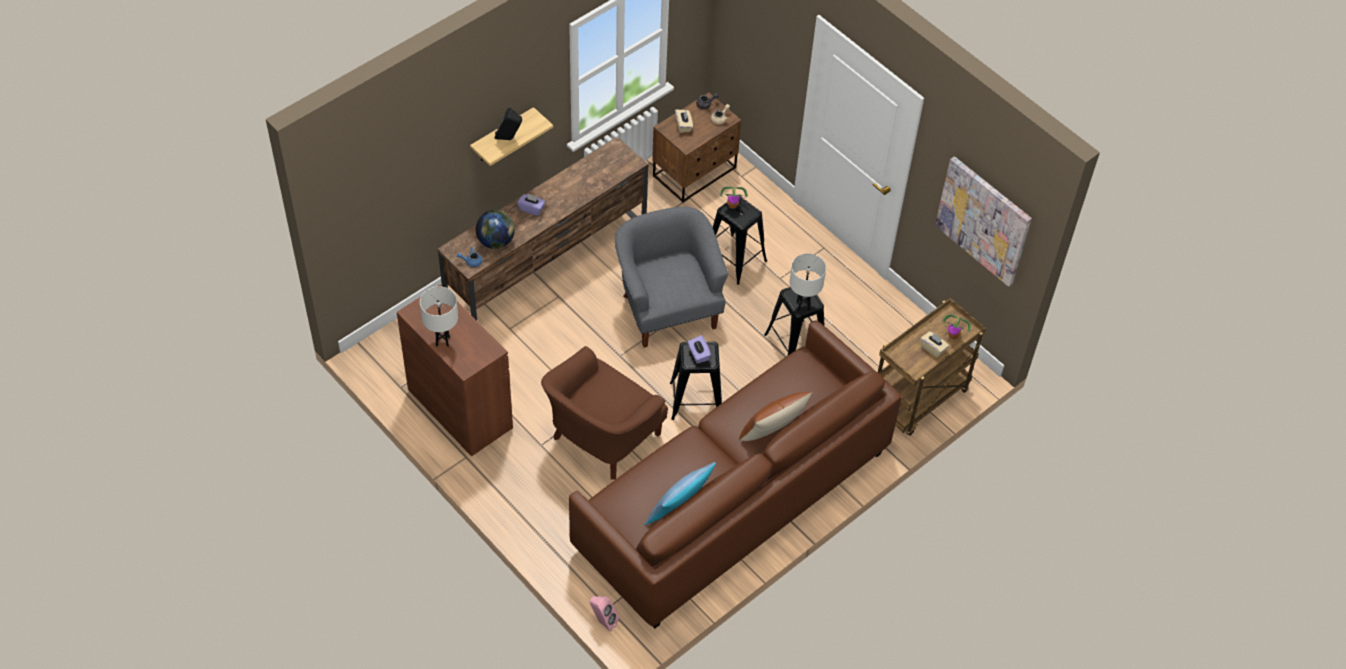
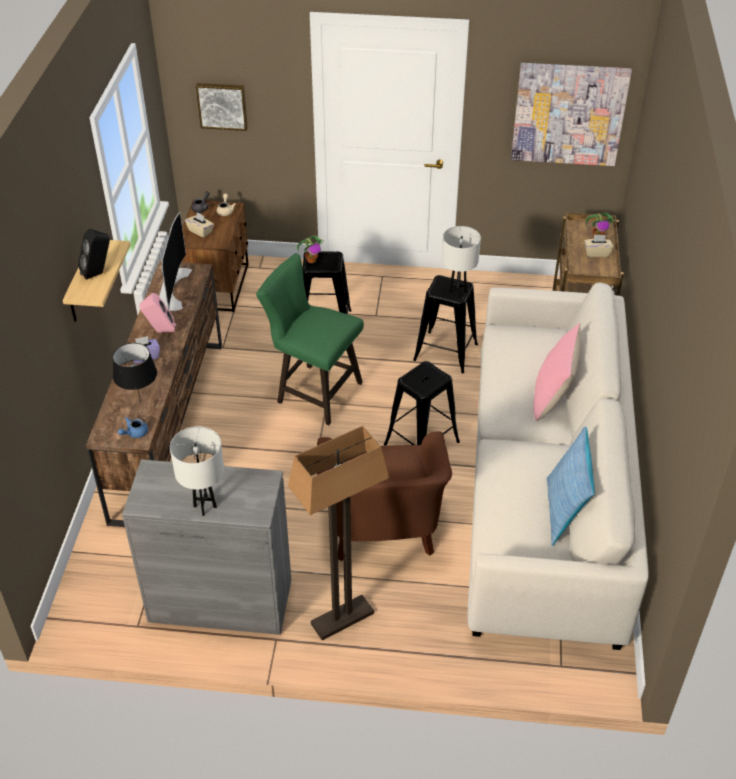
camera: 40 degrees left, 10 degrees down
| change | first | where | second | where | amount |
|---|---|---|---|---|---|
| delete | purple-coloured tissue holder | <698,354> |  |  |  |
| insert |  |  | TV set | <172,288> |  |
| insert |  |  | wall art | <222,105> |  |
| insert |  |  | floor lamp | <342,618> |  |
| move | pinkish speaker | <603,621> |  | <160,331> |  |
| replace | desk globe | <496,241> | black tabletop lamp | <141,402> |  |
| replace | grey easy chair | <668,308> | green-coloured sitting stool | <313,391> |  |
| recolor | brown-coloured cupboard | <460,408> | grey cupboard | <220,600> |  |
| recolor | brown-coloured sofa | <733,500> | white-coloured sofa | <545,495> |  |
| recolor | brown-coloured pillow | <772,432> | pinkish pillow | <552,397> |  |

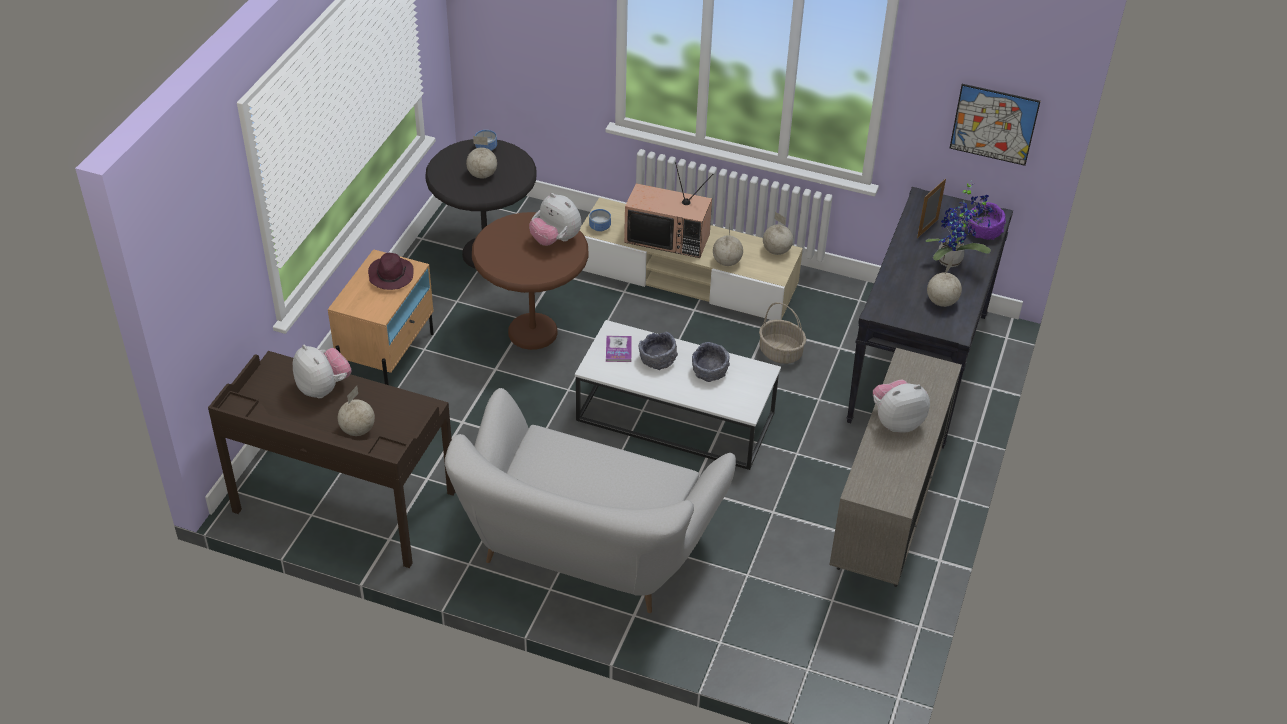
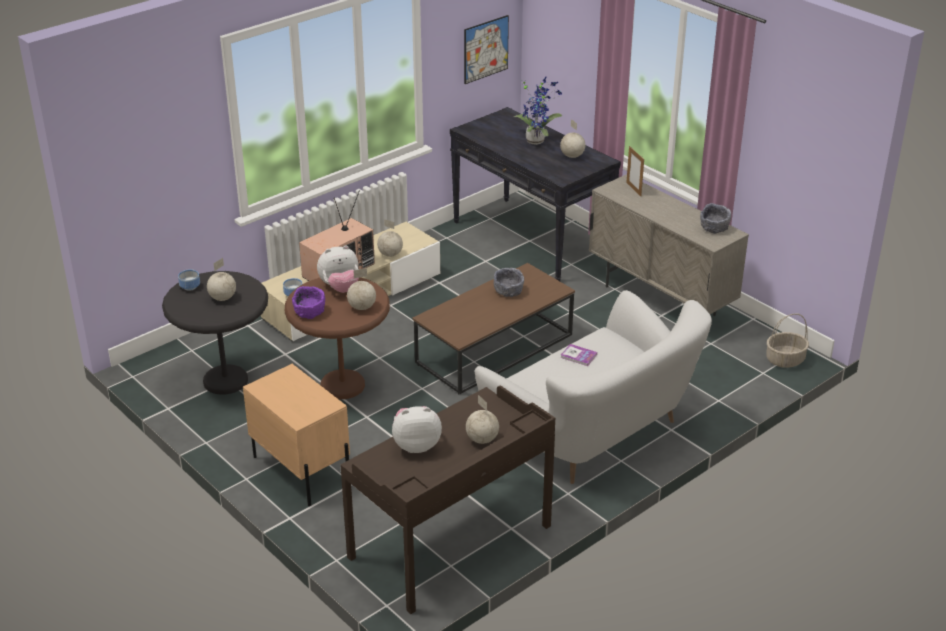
camera: 60 degrees left, 10 degrees down
| change | first | where | second | where | amount |
|---|---|---|---|---|---|
| delete | purple-coloured clothing hat | <390,275> |  |  |  |
| delete | plush toy | <896,422> |  |  |  |
| move | volume | <618,350> |  | <578,356> |  |
| move | grey serving bowl | <657,360> |  | <714,228> |  |
| move | storage basket | <780,352> |  | <784,360> |  |
| move | desk globe | <776,251> |  | <362,307> |  |
| move | standing frame | <927,228> |  | <633,189> |  |
| move | purple-coloured serving bowl | <984,232> |  | <310,312> |  |
| recolor | white-coloured coffee table | <675,417> | brown-coloured coffee table | <494,349> |  |

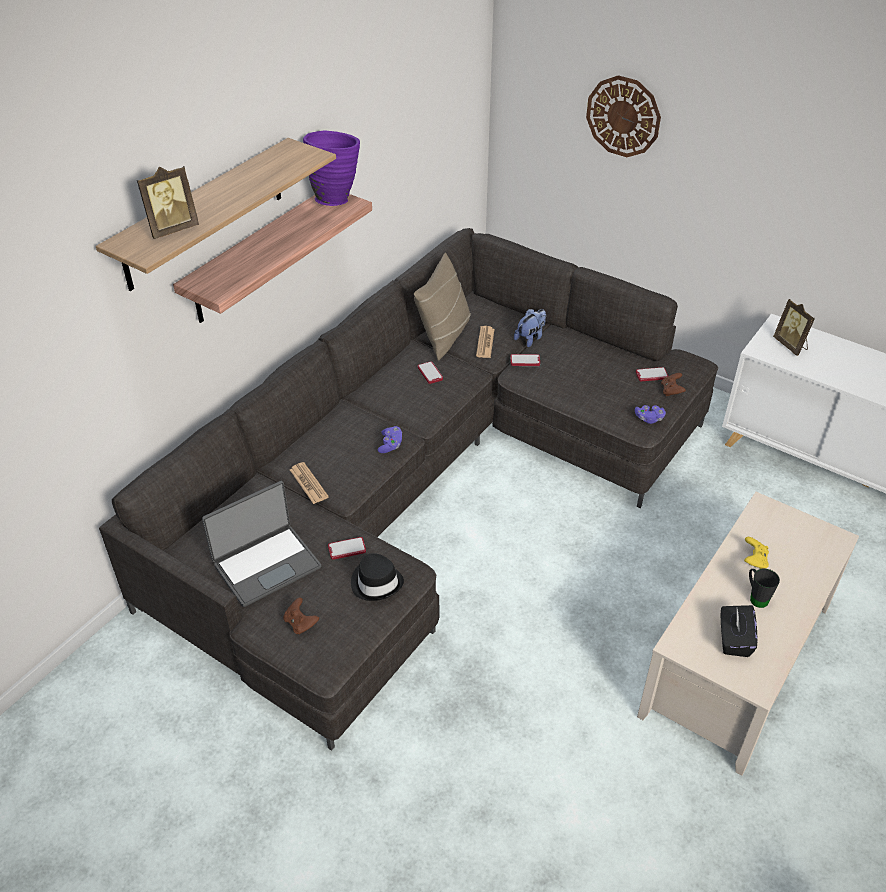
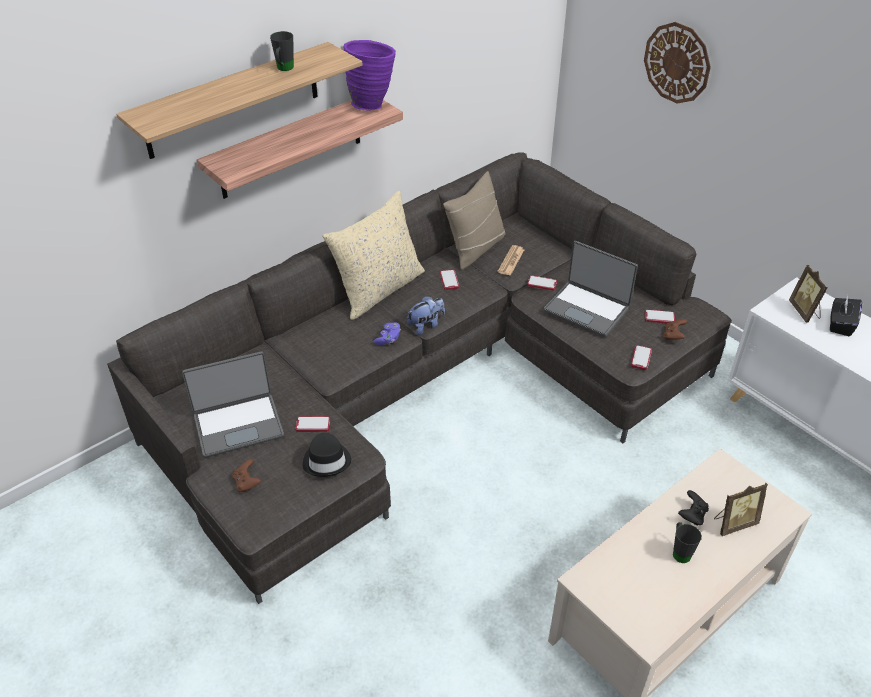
camera: 15 degrees right, 0 degrees up
| change | first | where | second | where | amount |
|---|---|---|---|---|---|
| delete | daily paper | <308,483> |  |  |  |
| insert |  |  | black tea mug | <284,69> |  |
| insert |  |  | sand-coloured pillow | <379,290> |  |
| insert |  |  | notebook computer | <587,309> |  |
| move | standing frame | <172,229> |  | <733,523> |  |
| move | plush toy | <530,338> |  | <426,325> |  |
| move | black tissue holder | <734,640> |  | <840,324> |  |
| replace | purple-coloured joypad | <649,418> | phone | <641,358> |  |
| recolor | yellowish joypad | <754,560> | black joypad | <692,515> |  |

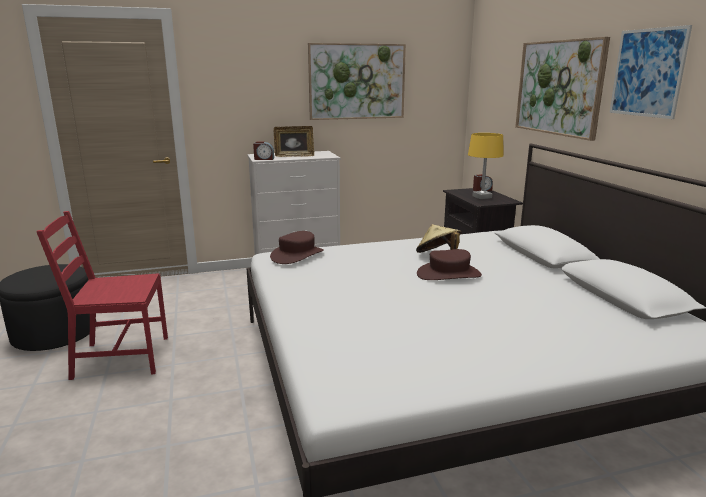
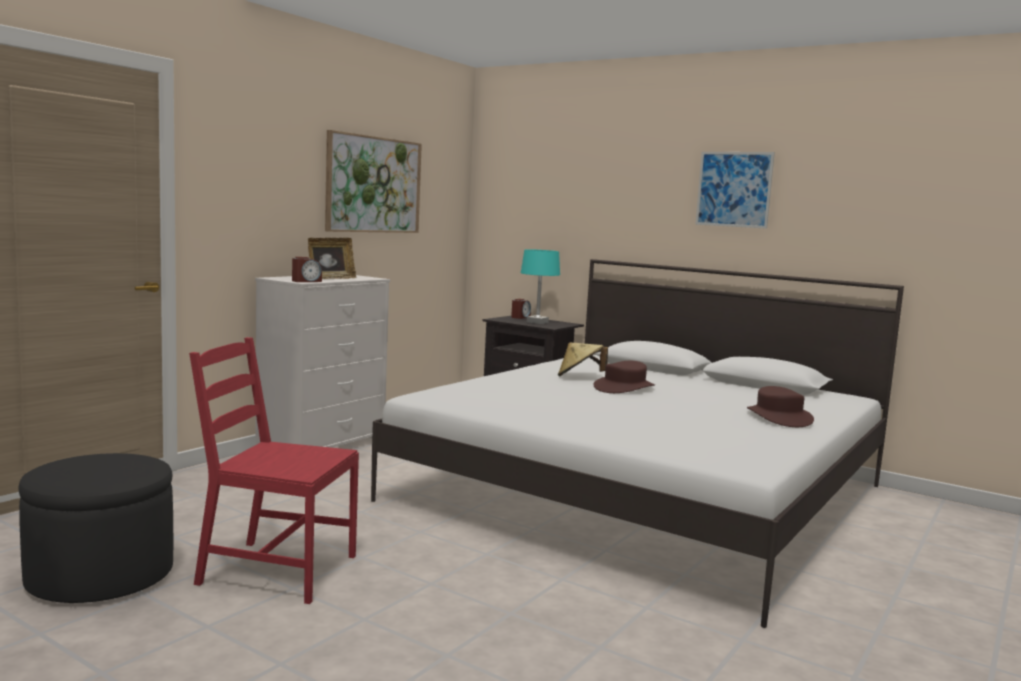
camera: 40 degrees left, 10 degrees down
| change | first | where | second | where | amount |
|---|---|---|---|---|---|
| delete | wall art | <559,88> |  |  |  |
| move | brown-coloured clothing hat | <297,255> |  | <778,417> |  |
| recolor | yellowish tabletop lamp | <482,197> | blue-green tabletop lamp | <537,322> |  |
| rotate | red-coloured upright chair | <120,358> |  | <276,570> | 60 degrees clockwise |

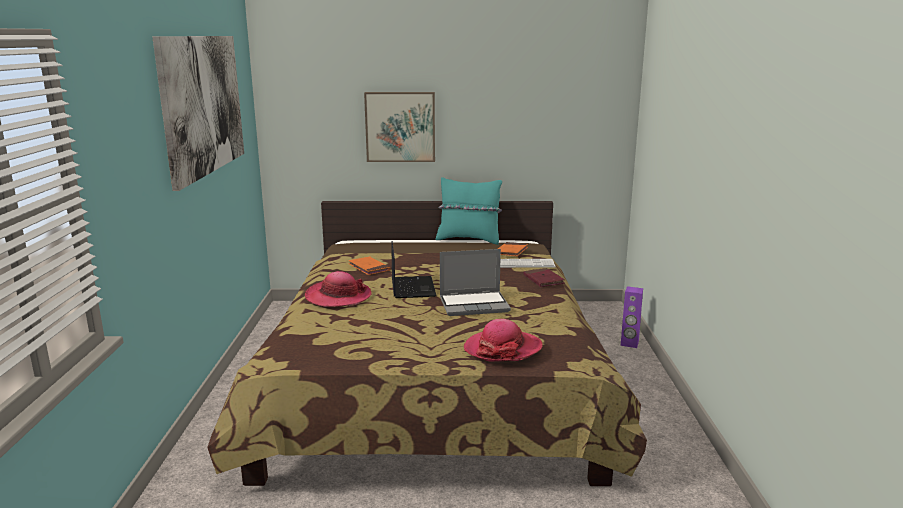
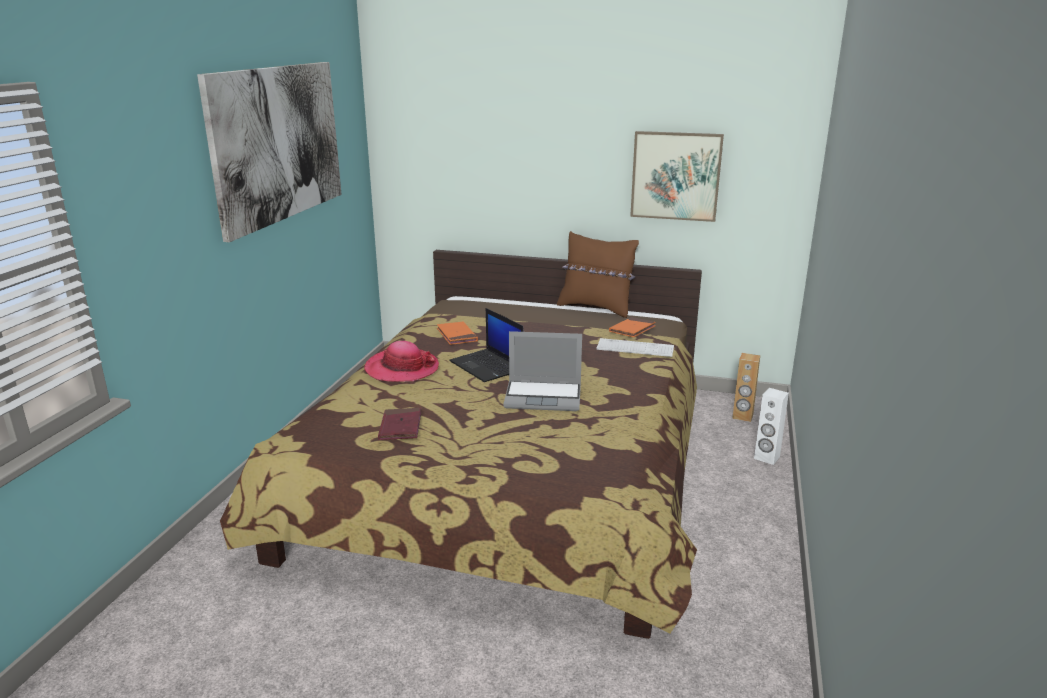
camera: 15 degrees right, 5 degrees up
| change | first | where | second | where | amount |
|---|---|---|---|---|---|
| delete | clothing hat | <503,349> |  |  |  |
| insert |  |  | brown-coloured speaker | <742,416> |  |
| move | wall art | <400,127> |  | <675,176> |  |
| move | red-coloured volume | <543,280> |  | <400,427> |  |
| recolor | blue-green pillow | <469,239> | brown-coloured pillow | <596,308> |  |
| recolor | purple-coloured speaker | <629,344> | white-coloured speaker | <766,458> |  |
| rotate | notebook computer | <412,287> |  | <488,366> | 135 degrees clockwise |

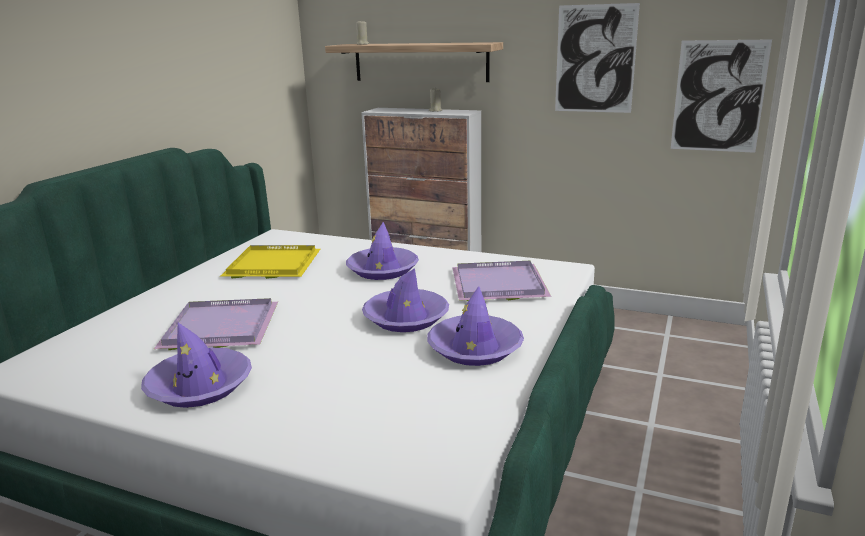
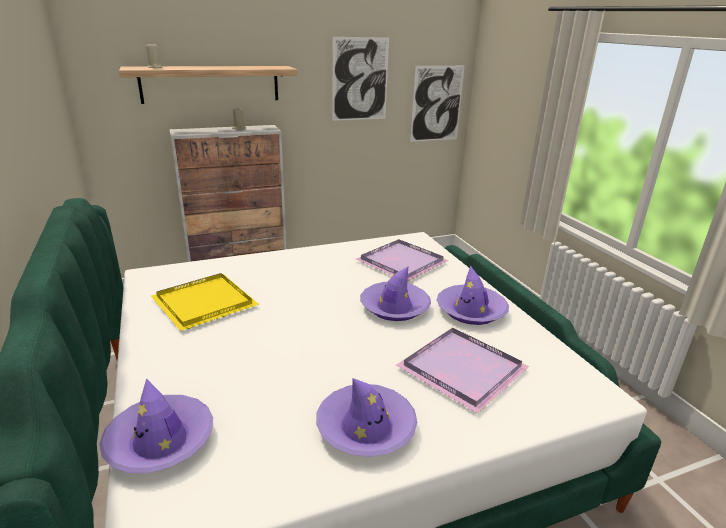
camera: 45 degrees left, 5 degrees up
| change | first | where | second | where | amount |
|---|---|---|---|---|---|
| move | purple-coloured serving tray | <218,329> |  | <462,371> |  |
| move | purple-coloured clothing hat | <382,270> |  | <160,441> |  |

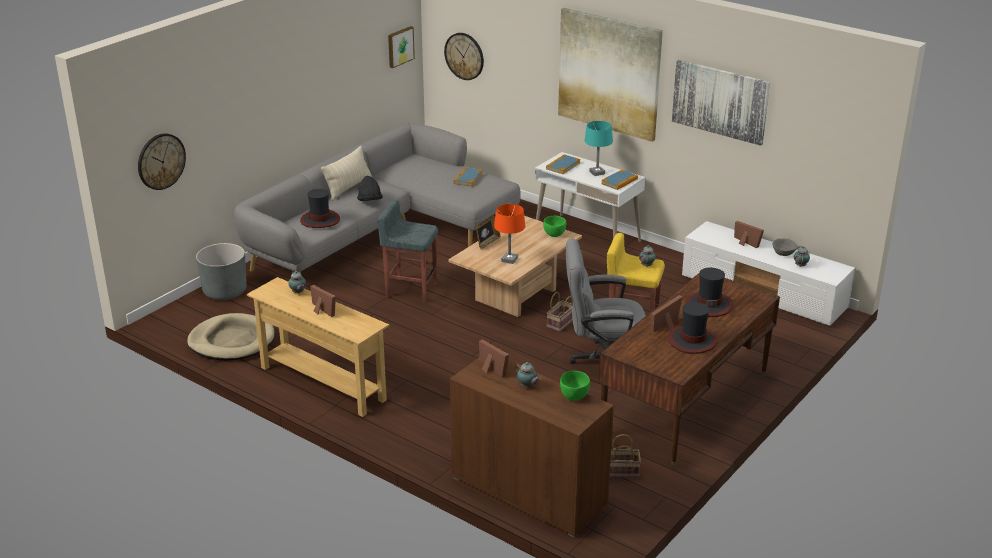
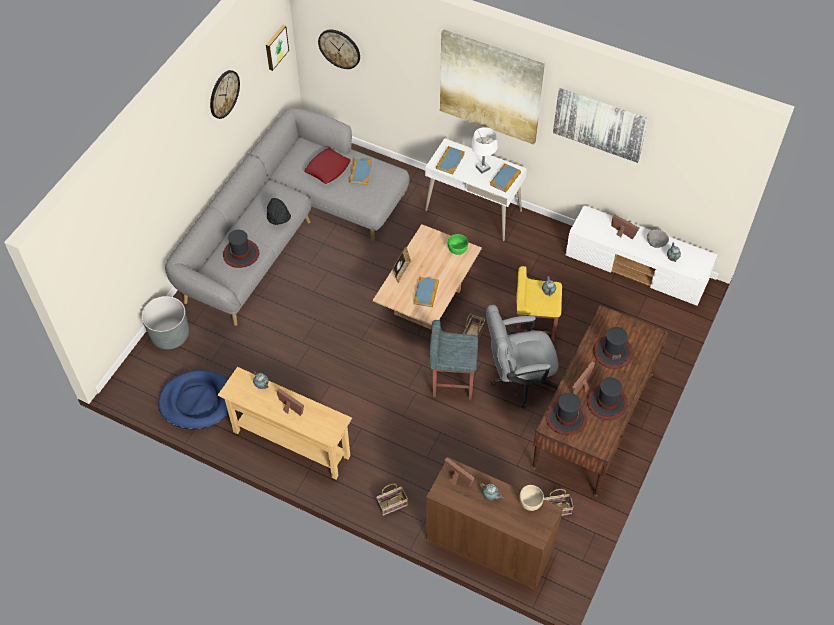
camera: 10 degrees left, 25 degrees up
| change | first | where | second | where | amount |
|---|---|---|---|---|---|
| delete | sand-coloured pillow | <348,188> |  |  |  |
| insert |  |  | red-coloured pillow | <328,168> |  |
| insert |  |  | storage basket | <391,505> |  |
| insert |  |  | clothing hat | <566,418> |  |
| move | wall clock | <161,161> |  | <224,94> |  |
| move | grey sitting stool | <410,290> |  | <452,382> |  |
| replace | orangey tabletop lamp | <509,260> | volume | <426,293> |  |
| recolor | sand-coloured pet bed | <232,341> | blue-coloured pet bed | <197,401> |  |
| recolor | green-coloured serving bowl | <574,396> | sand-coloured serving bowl | <530,503> |  |
| recolor | blue-green tabletop lamp | <597,173> | white-coloured tabletop lamp | <483,168> |  |

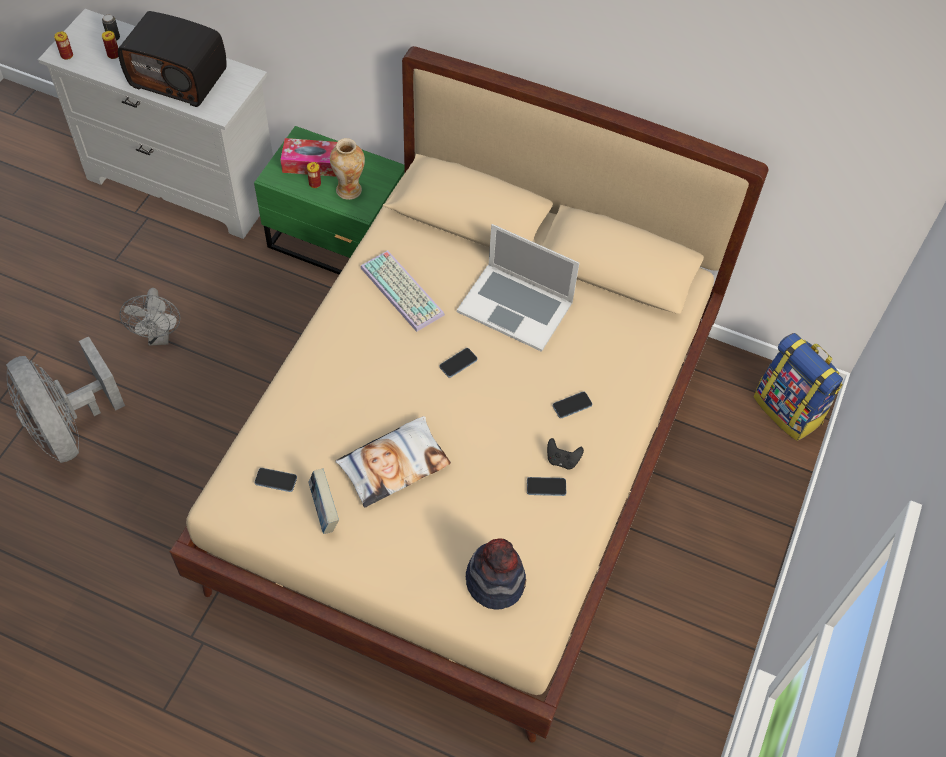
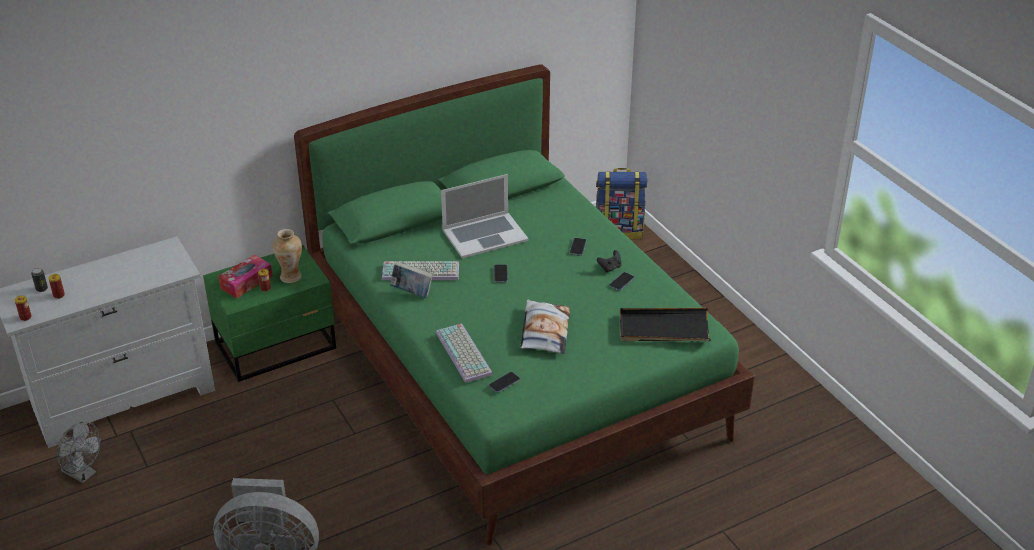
camera: 50 degrees left, 20 degrees down
| change | first | where | second | where | amount |
|---|---|---|---|---|---|
| delete | radio receiver | <179,77> |  |  |  |
| insert |  |  | PC keyboard | <465,353> |  |
| move | grey cooling fan | <159,337> |  | <83,474> |  |
| move | volume | <324,511> |  | <412,292> |  |
| replace | clothing hat | <495,581> | black serving tray | <663,328> |  |
| recolor | sand-coloured bed | <469,461> | green-coloured bed | <517,371> |  |

